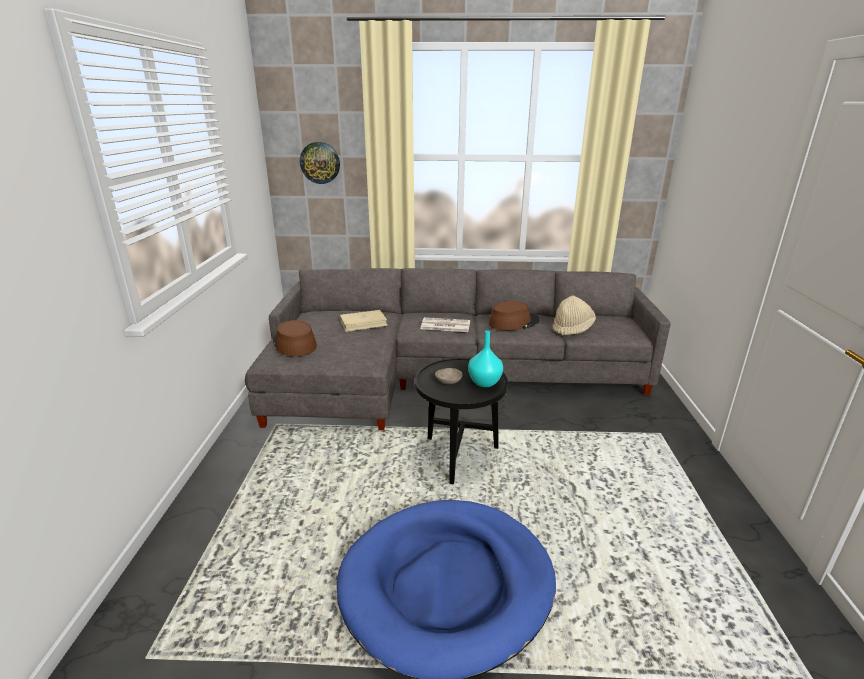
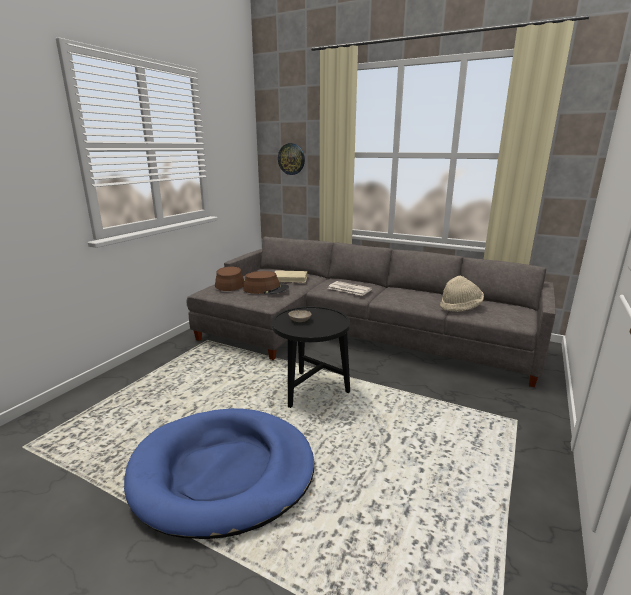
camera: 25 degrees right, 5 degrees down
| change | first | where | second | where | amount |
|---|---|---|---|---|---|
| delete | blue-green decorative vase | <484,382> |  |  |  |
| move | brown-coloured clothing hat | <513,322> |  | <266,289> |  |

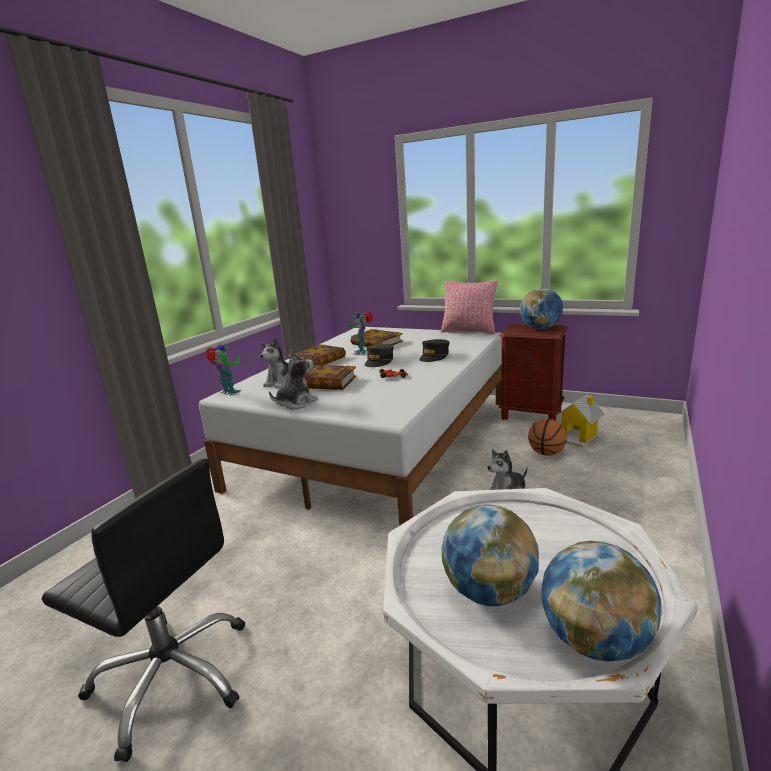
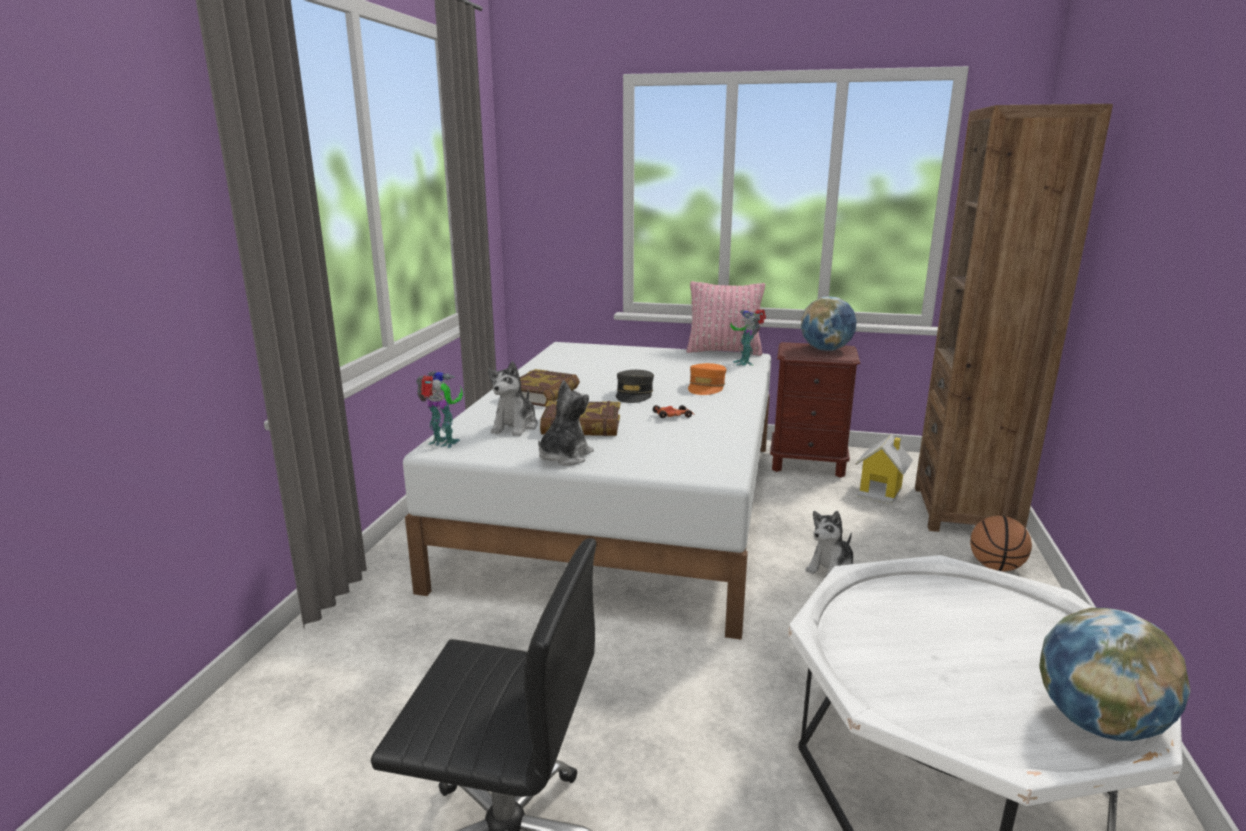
camera: 15 degrees left, 0 degrees up
| change | first | where | second | where | amount |
|---|---|---|---|---|---|
| delete | volume | <376,343> |  |  |  |
| delete | desk globe | <489,591> |  |  |  |
| insert |  |  | brown-coloured bookcase | <965,512> |  |
| move | model robot | <362,352> |  | <745,362> |  |
| move | ball for basketball | <546,453> |  | <995,567> |  |
| recolor | black peaked cap | <434,356> | orangey peaked cap | <706,387> |  |

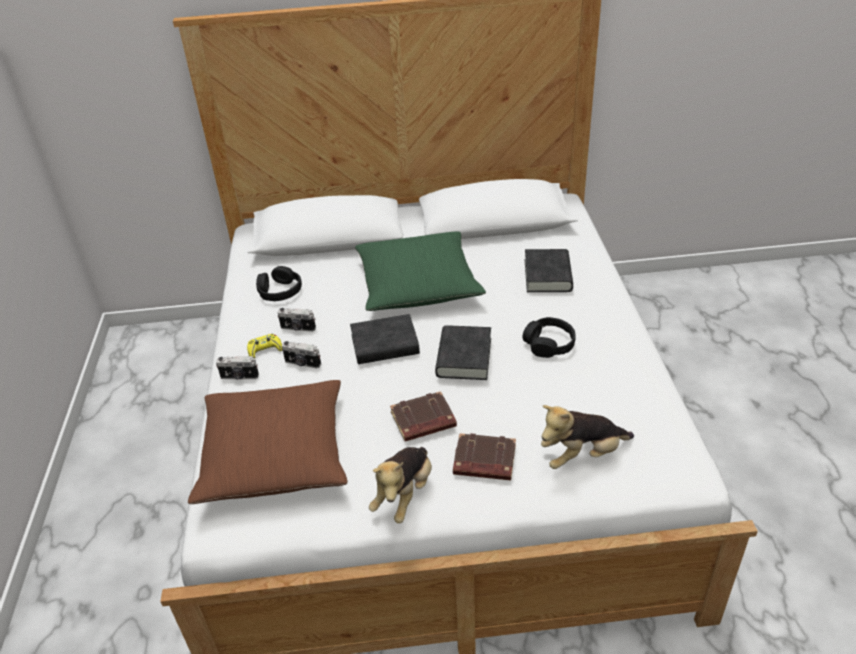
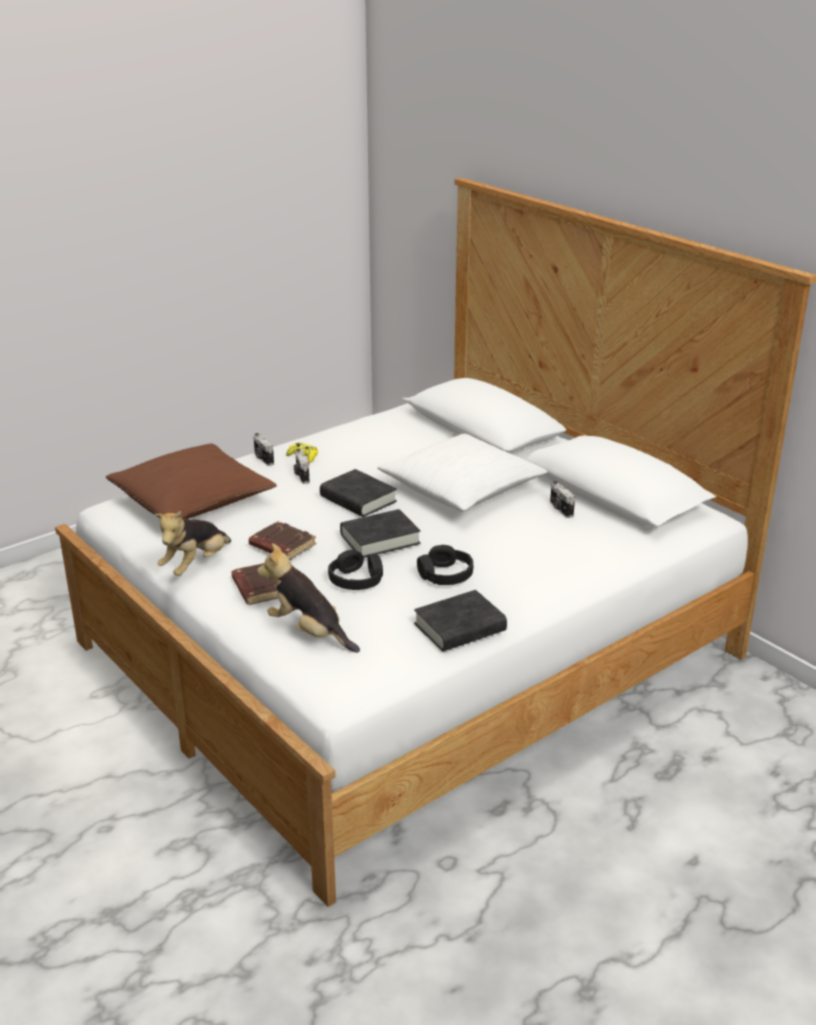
camera: 55 degrees right, 10 degrees down
| change | first | where | second | where | amount |
|---|---|---|---|---|---|
| move | black pair of headphones | <280,291> |  | <356,580> |  |
| move | photo camera | <298,328> |  | <560,509> |  |
| move | black volume | <547,275> |  | <460,628> |  |
| recolor | green-coloured pillow | <418,285> | white-coloured pillow | <462,489> |  |
| rotate | plush toy | <404,494> |  | <196,565> | 45 degrees counterclockwise |

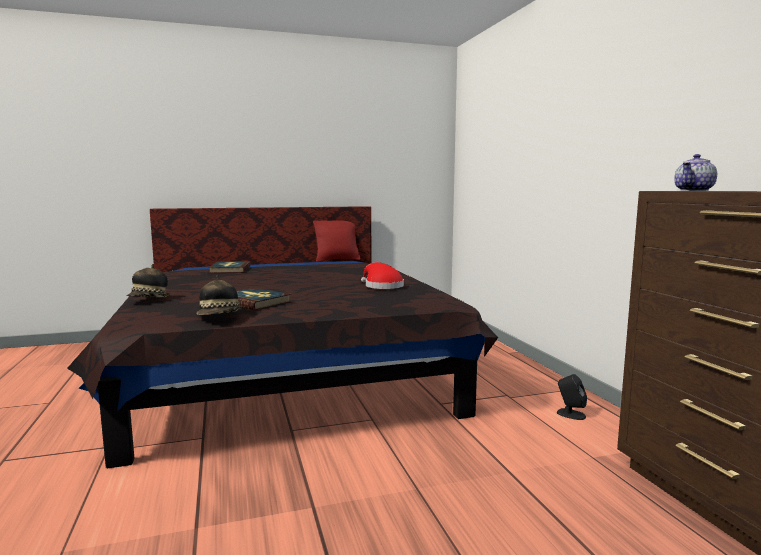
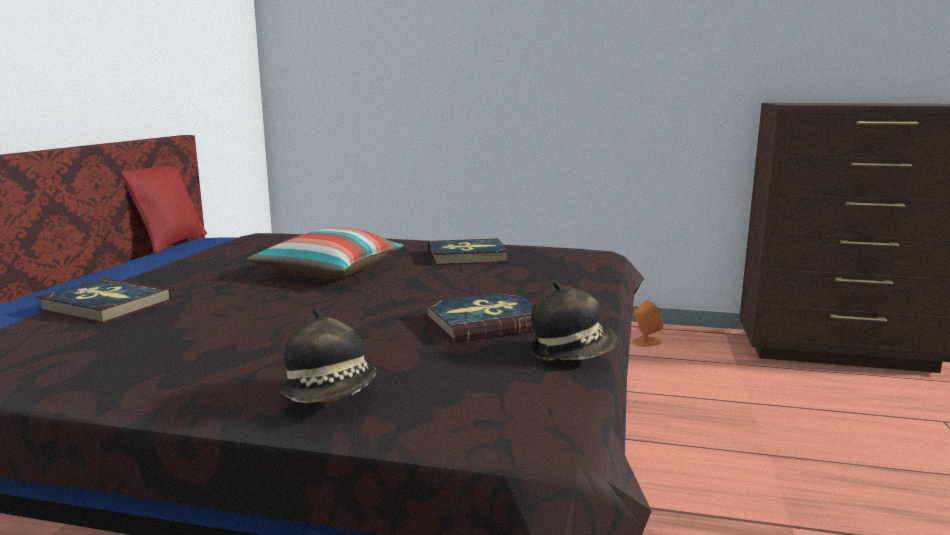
camera: 60 degrees left, 5 degrees up
| change | first | where | second | where | amount |
|---|---|---|---|---|---|
| delete | teapot | <694,190> |  |  |  |
| insert |  |  | pillow | <329,272> |  |
| replace | red-coloured clothing hat | <382,286> | volume | <467,256> |  |
| recolor | black speaker | <570,414> | orangey speaker | <646,342> |  |

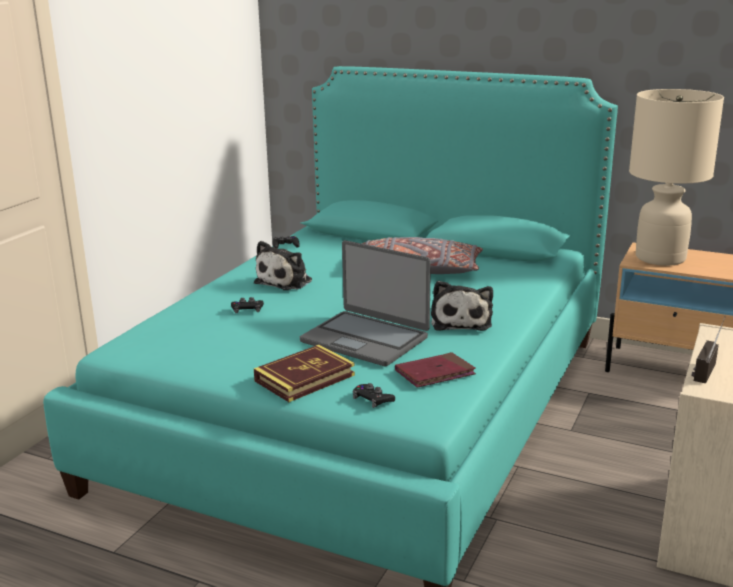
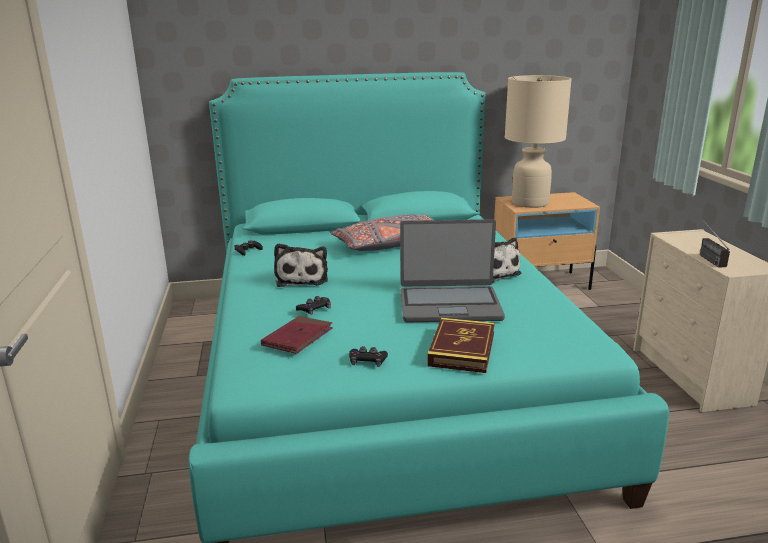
camera: 35 degrees left, 0 degrees up
| change | first | where | second | where | amount |
|---|---|---|---|---|---|
| move | black joypad | <372,399> |  | <368,360> |  |
| move | red-coloured volume | <435,373> |  | <298,338> |  |

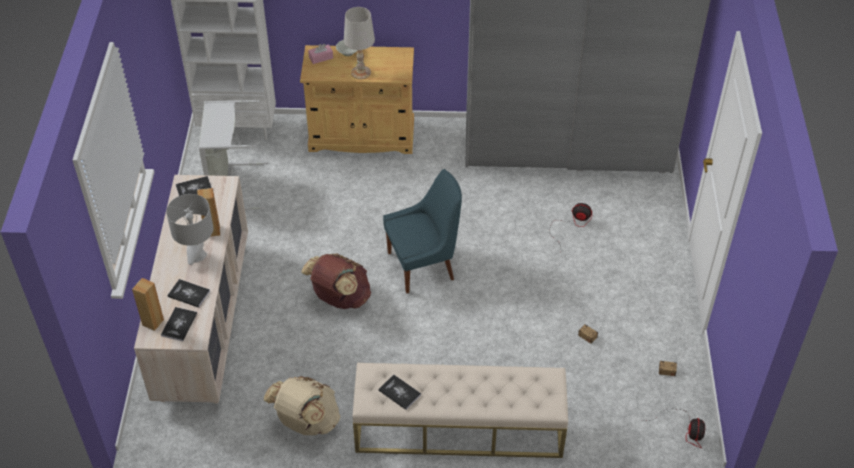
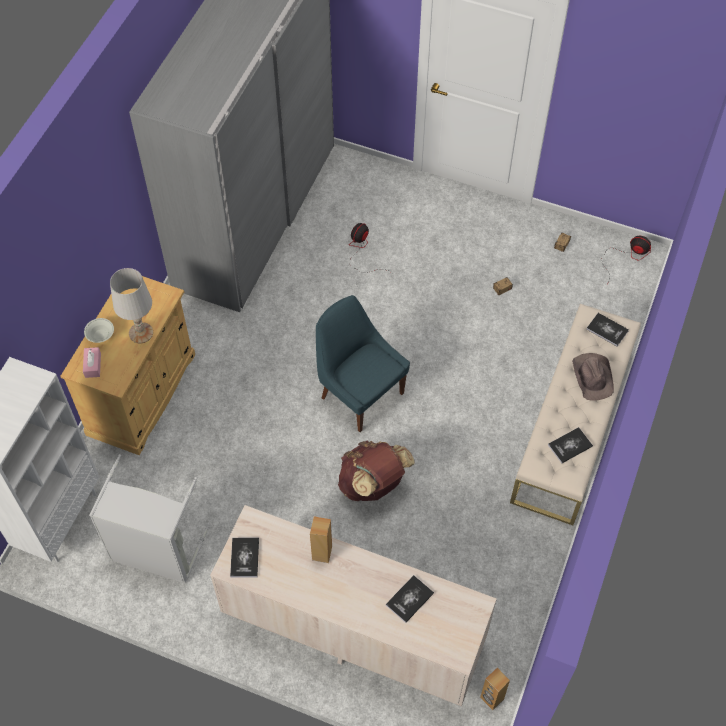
camera: 70 degrees left, 10 degrees up
| change | first | where | second | where | amount |
|---|---|---|---|---|---|
| delete | grey tabletop lamp | <197,255> |  |  |  |
| delete | sand-coloured backpack | <306,422> |  |  |  |
| insert |  |  | brown-coloured clothing hat | <593,376> |  |
| move | brown-coloured speaker | <152,322> |  | <491,698> |  |
| move | volume | <179,324> |  | <607,330> |  |
| rotate | blue-coloured upright chair | <423,265> |  | <360,393> | 45 degrees counterclockwise |

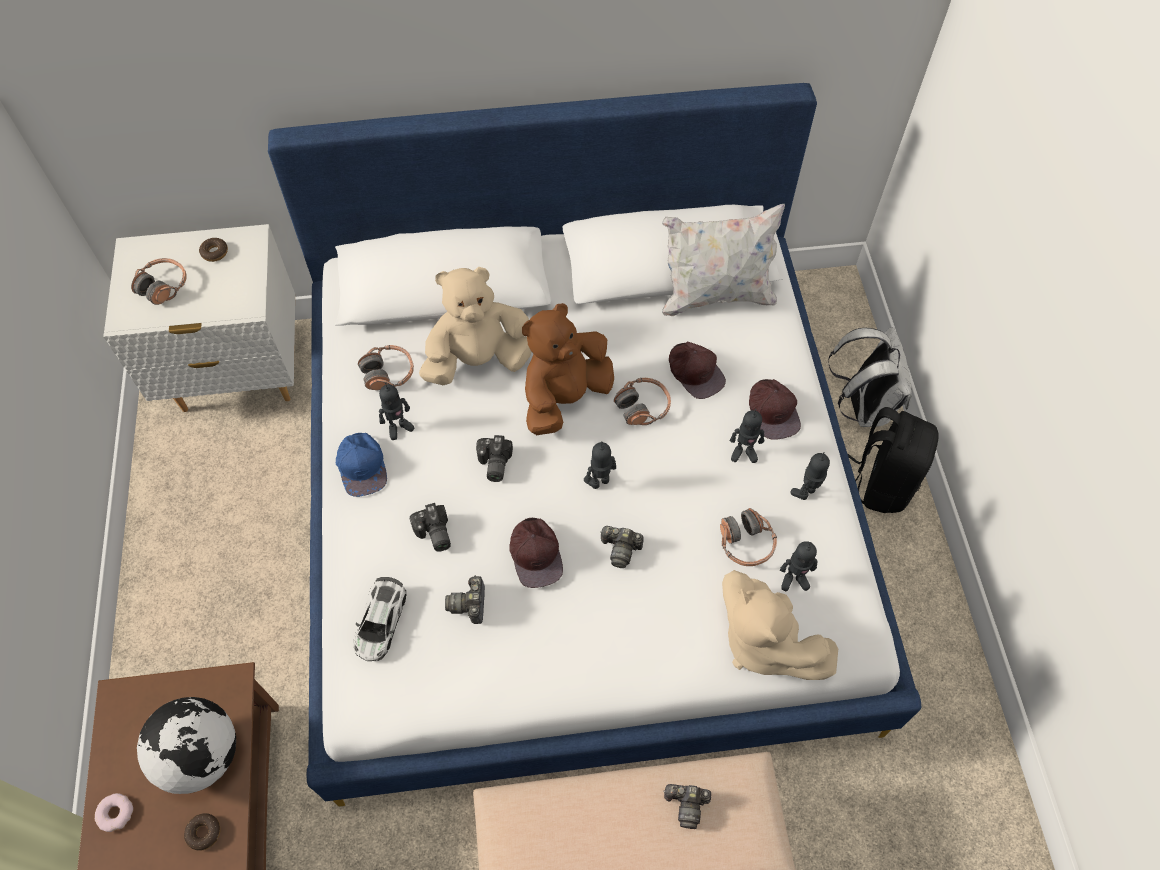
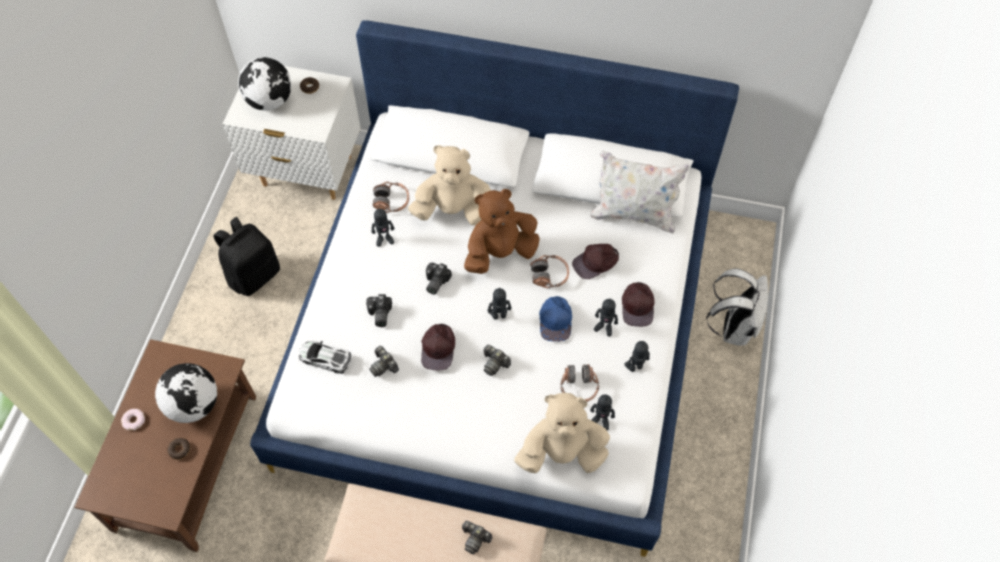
camera: 20 degrees right, 0 degrees up
| change | first | where | second | where | amount |
|---|---|---|---|---|---|
| move | blue-coloured peaked cap | <362,465> |  | <556,320> |  |
| move | black backpack | <880,482> |  | <253,274> |  |
| replace | pair of headphones | <163,286> | desk globe | <270,101> |  |
| rotate | model car | <380,622> |  | <325,358> | 75 degrees clockwise |
| rotate | photo camera | <469,604> |  | <383,366> | 60 degrees counterclockwise |
| rotate | brown-coloured peaked cap | <695,371> |  | <596,262> | 75 degrees clockwise |
| rotate | sand-coloured plush toy | <763,641> |  | <562,453> | 105 degrees clockwise |

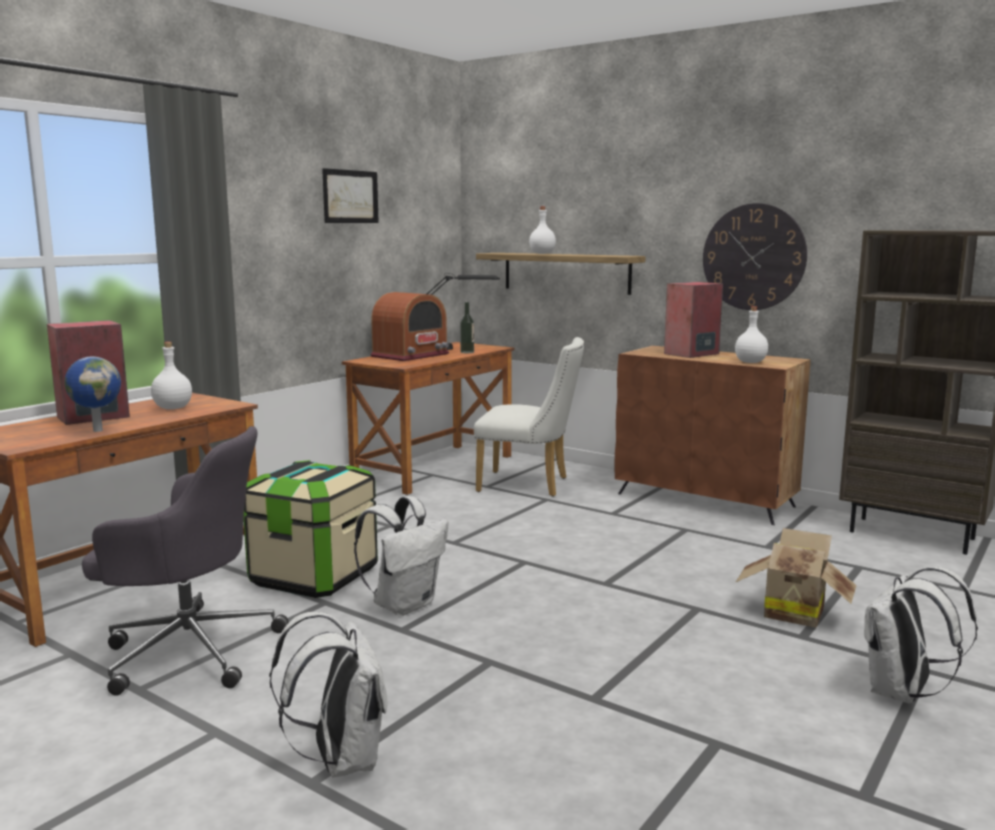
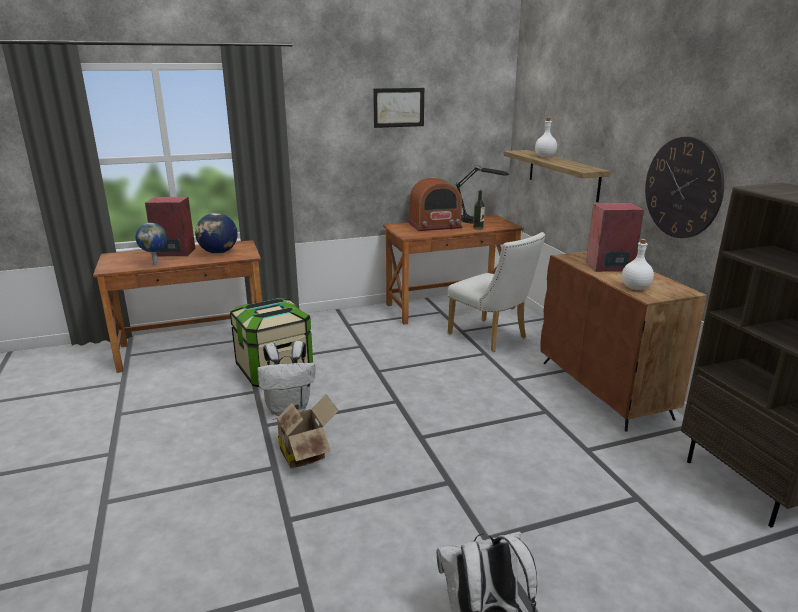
camera: 35 degrees right, 10 degrees up
| change | first | where | second | where | amount |
|---|---|---|---|---|---|
| delete | grey office chair | <188,650> |  |  |  |
| delete | white-coloured backpack | <340,760> |  |  |  |
| move | packing box | <792,612> |  | <305,453> |  |
| replace | white-coloured beverage bottle | <173,408> | desk globe | <218,252> |  |

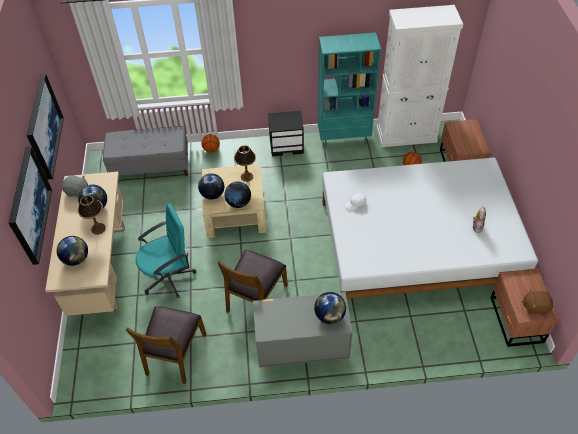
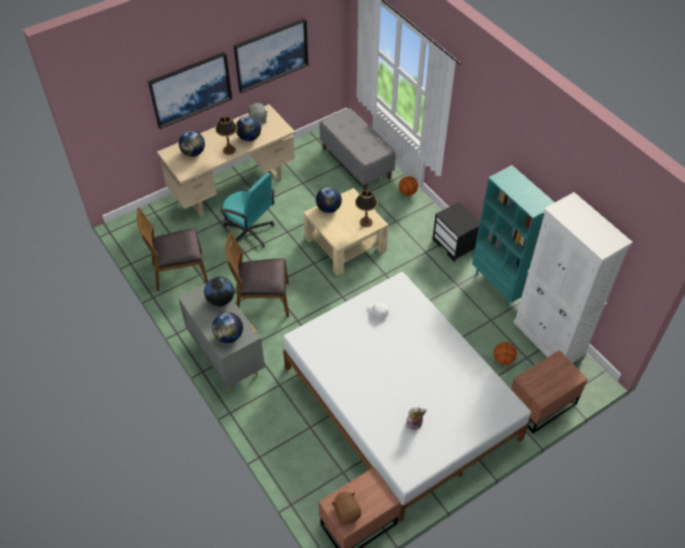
camera: 60 degrees right, 0 degrees up
| change | first | where | second | where | amount |
|---|---|---|---|---|---|
| move | desk globe | <238,203> |  | <220,300> |  |

